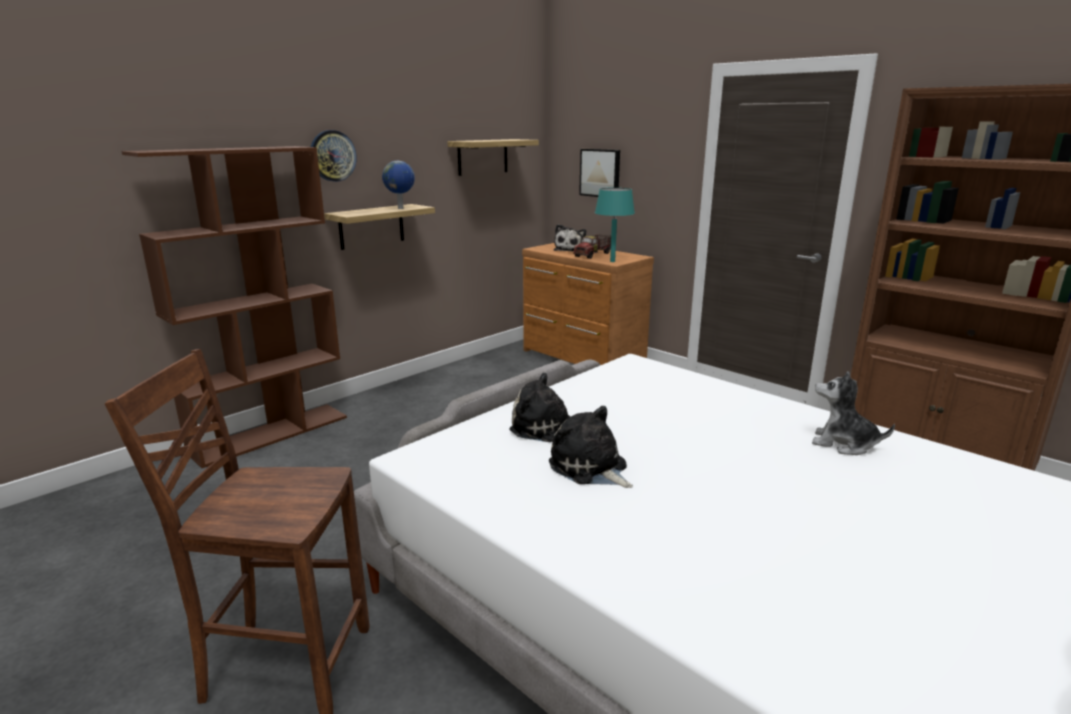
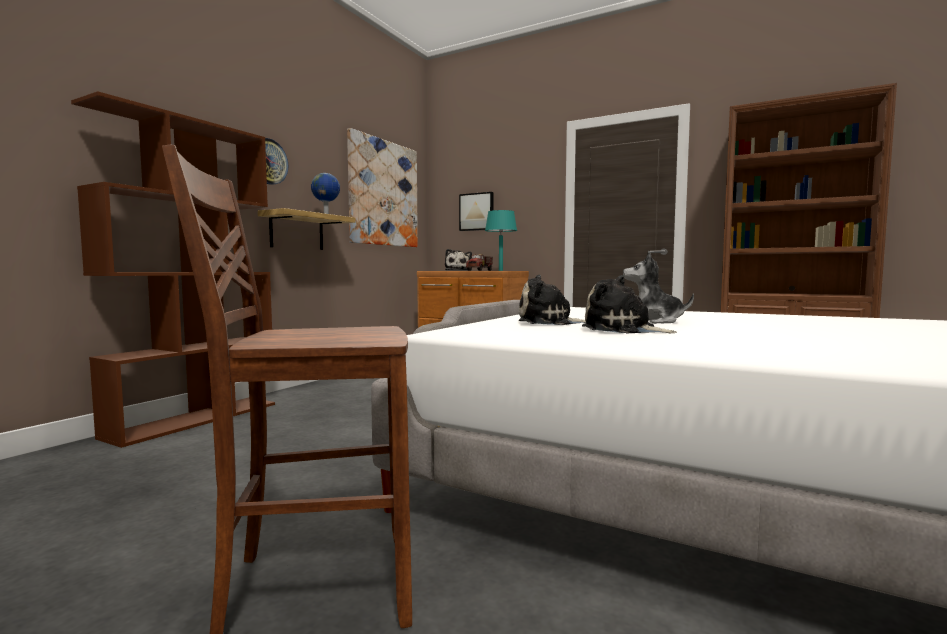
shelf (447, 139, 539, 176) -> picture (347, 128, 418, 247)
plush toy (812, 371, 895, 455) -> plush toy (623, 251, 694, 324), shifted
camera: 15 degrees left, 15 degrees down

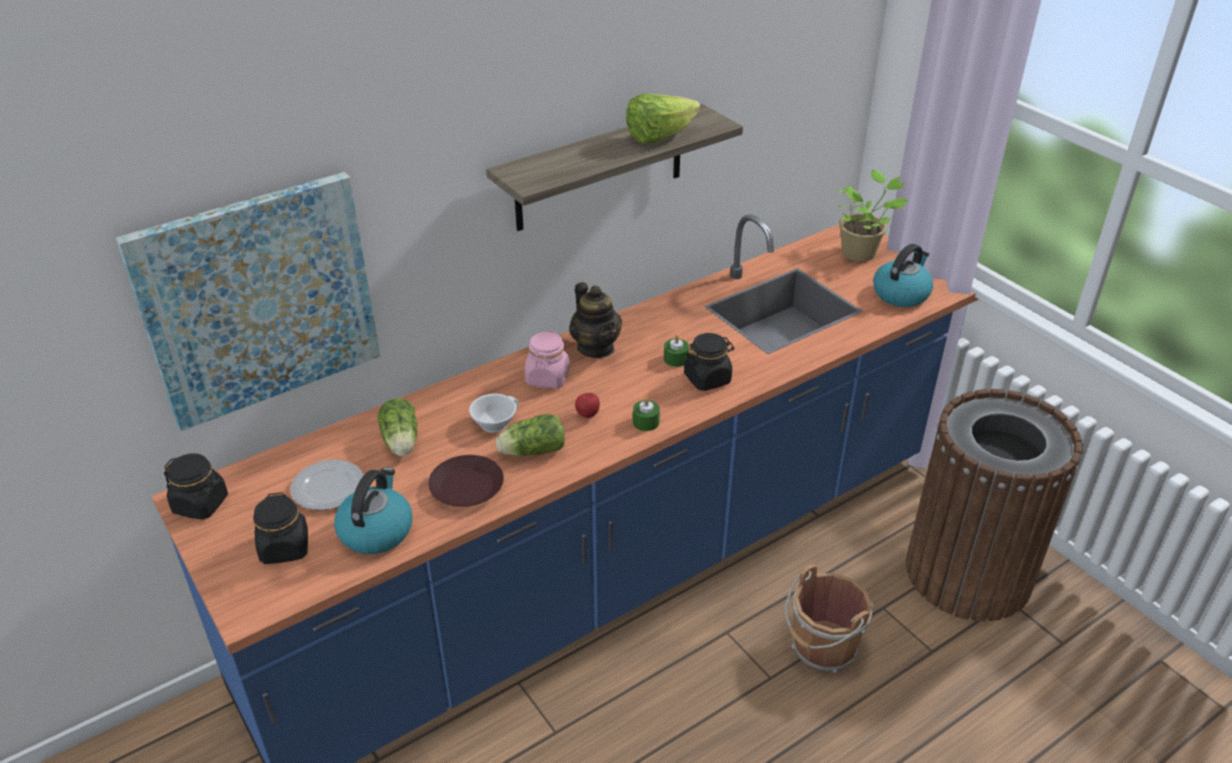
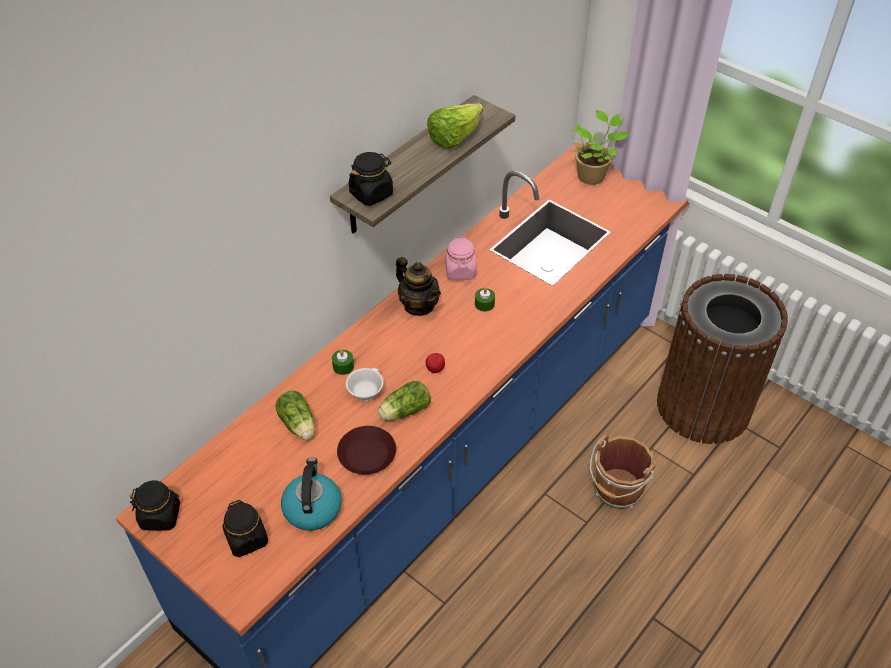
green candle (633, 397, 660, 431) -> green candle (332, 350, 354, 375), shifted
black jar (684, 333, 734, 391) -> black jar (349, 152, 393, 206), shifted
pink jar (525, 330, 570, 389) -> pink jar (445, 236, 476, 280), shifted
picture (115, 172, 380, 431) -> none
plate (290, 460, 364, 510) -> none
kettle (873, 244, 933, 307) -> none
camera: 15 degrees left, 10 degrees up

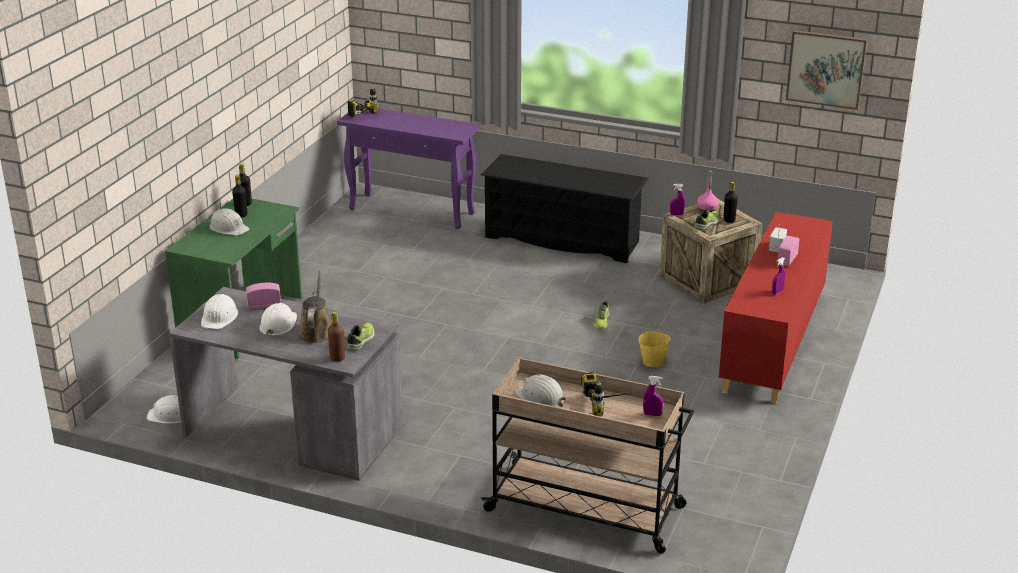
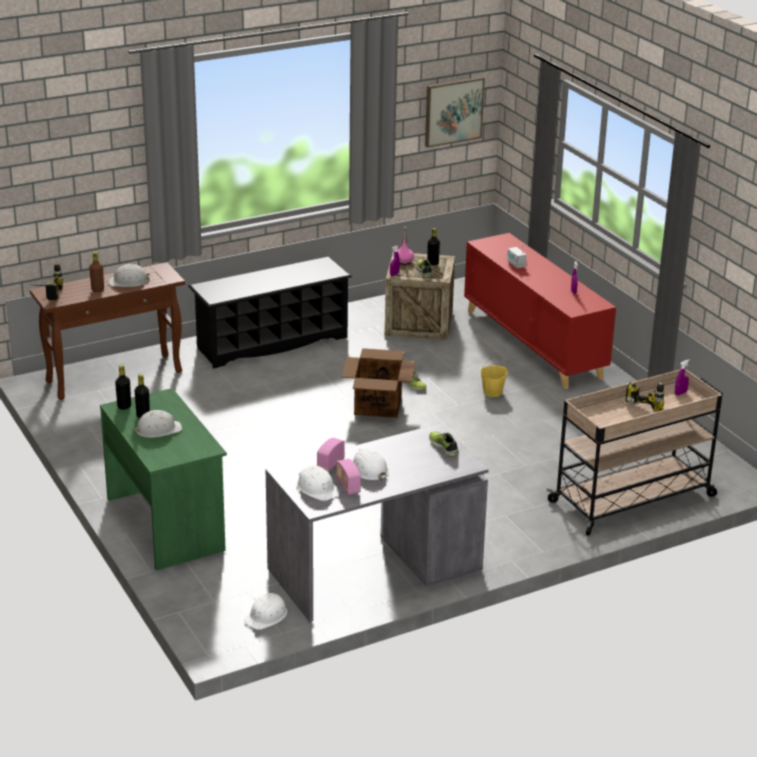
purple console table (337, 105, 481, 229) -> brown console table (30, 262, 185, 400)
brown bottle (328, 311, 345, 361) -> brown bottle (89, 252, 104, 292), shifted
white hard hat (514, 375, 566, 407) -> white hard hat (109, 264, 150, 287), shifted
radio (777, 236, 800, 266) -> radio (336, 459, 361, 495), shifted
none -> cardboard box (342, 348, 415, 418)
brown watering can (298, 270, 331, 343) -> none
camera: 50 degrees left, 0 degrees up

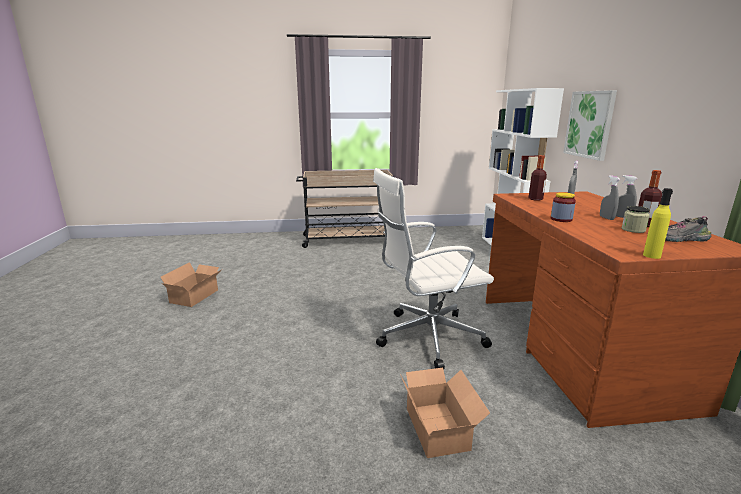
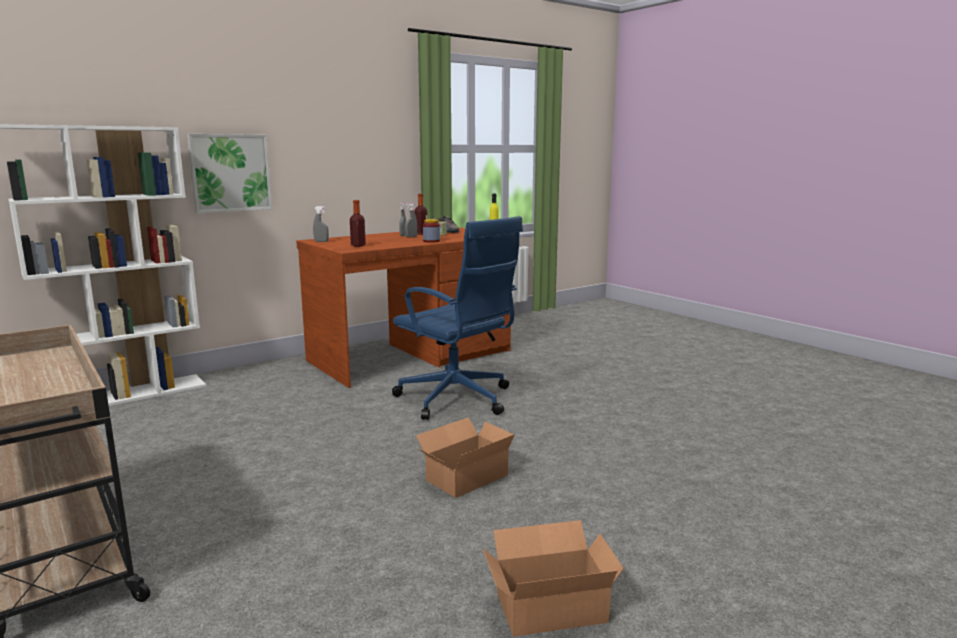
white office chair (373, 168, 494, 370) -> blue office chair (392, 216, 523, 420)
cardboard box (400, 368, 490, 458) -> cardboard box (416, 417, 515, 498), shifted
camera: 120 degrees left, 5 degrees down

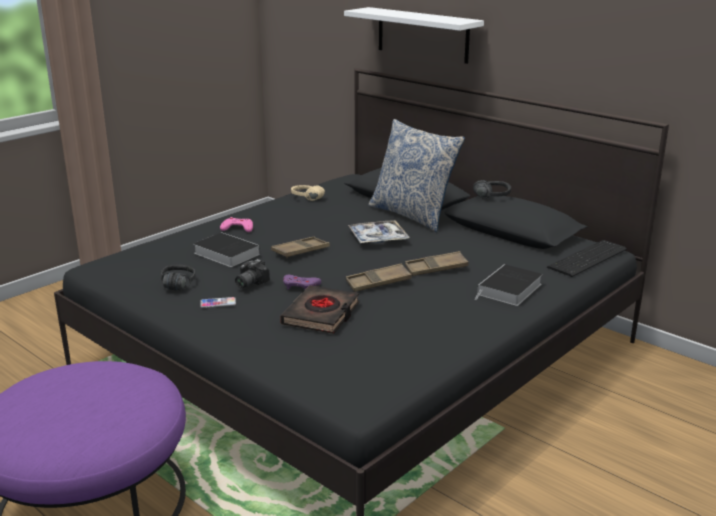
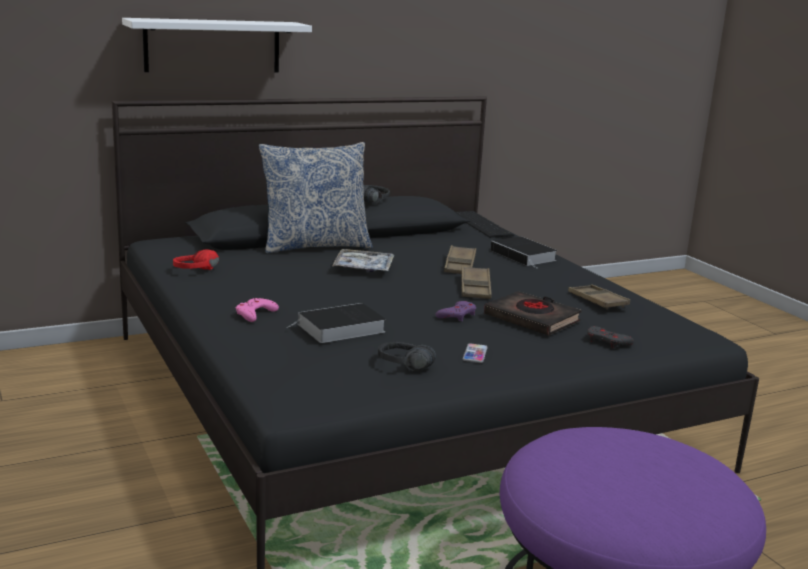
beige headphones (291, 185, 325, 201) -> red headphones (173, 250, 219, 270)
brown tray (271, 237, 330, 258) -> brown tray (568, 284, 630, 310), shifted
none -> grey game controller (587, 326, 634, 349)
photo camera (235, 259, 270, 288) -> none
camera: 70 degrees left, 5 degrees down

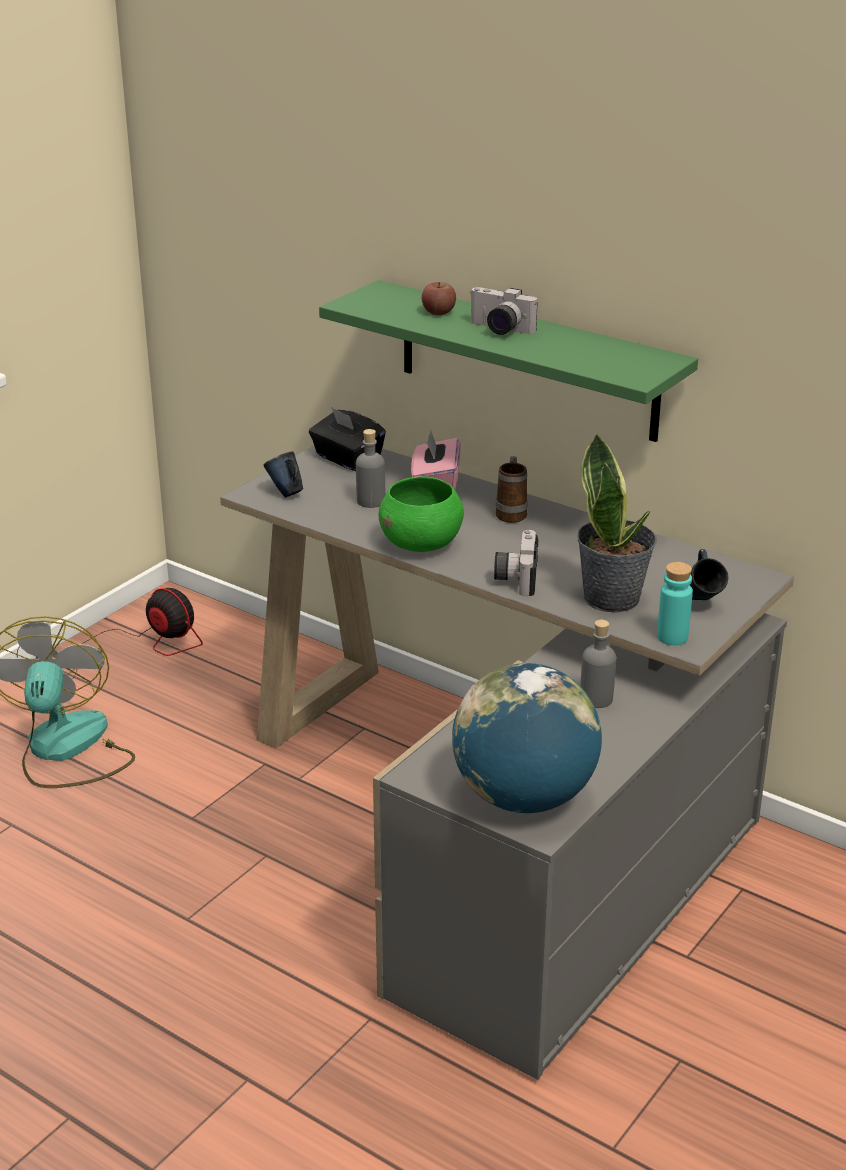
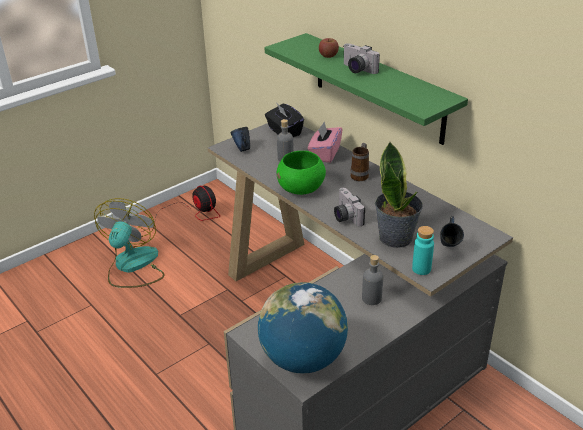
photo camera (494, 530, 538, 596) -> photo camera (334, 188, 365, 226), 45 degrees counterclockwise
camera: 15 degrees right, 5 degrees up

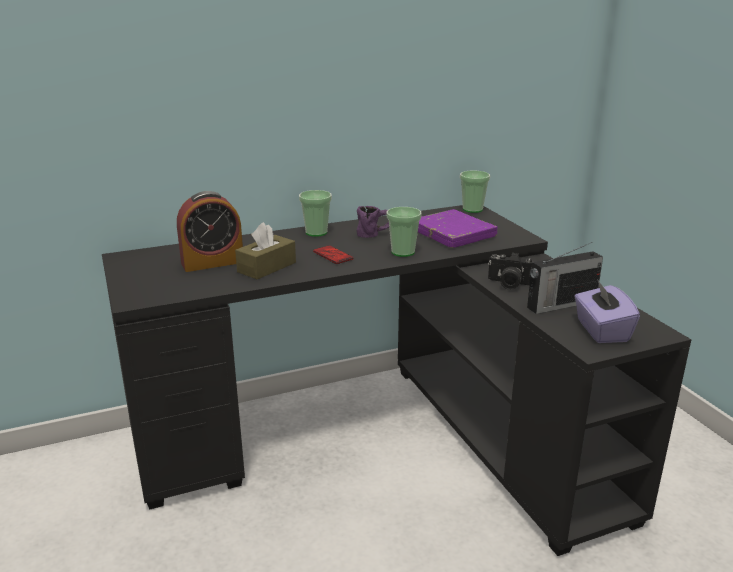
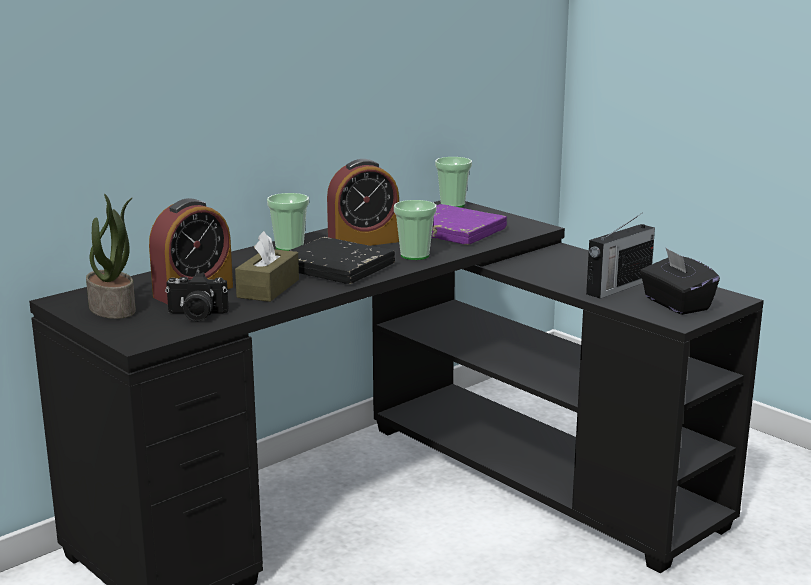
none -> potted plant (86, 194, 136, 319)
photo camera (488, 252, 535, 290) -> photo camera (165, 272, 229, 321), shifted
phone (313, 245, 354, 264) -> black book (289, 237, 395, 284)
purple mug (357, 206, 389, 238) -> alarm clock (327, 159, 399, 246)
purple tissue box (574, 280, 640, 343) -> black tissue box (640, 247, 720, 315)
camera: 20 degrees left, 5 degrees down

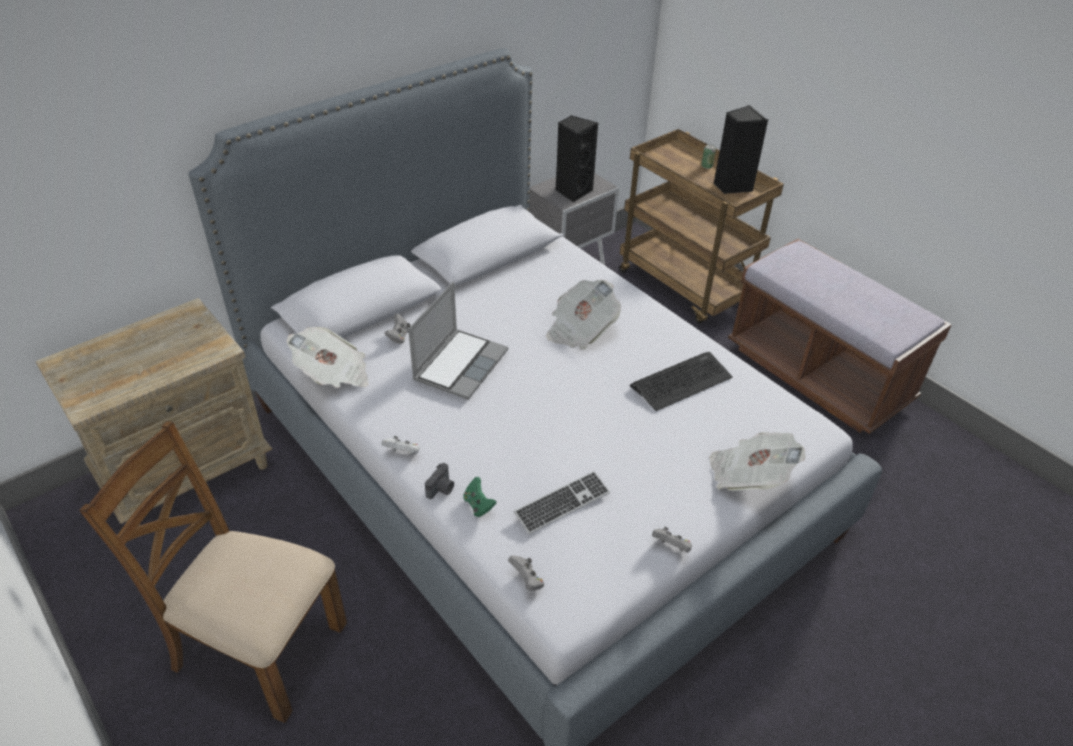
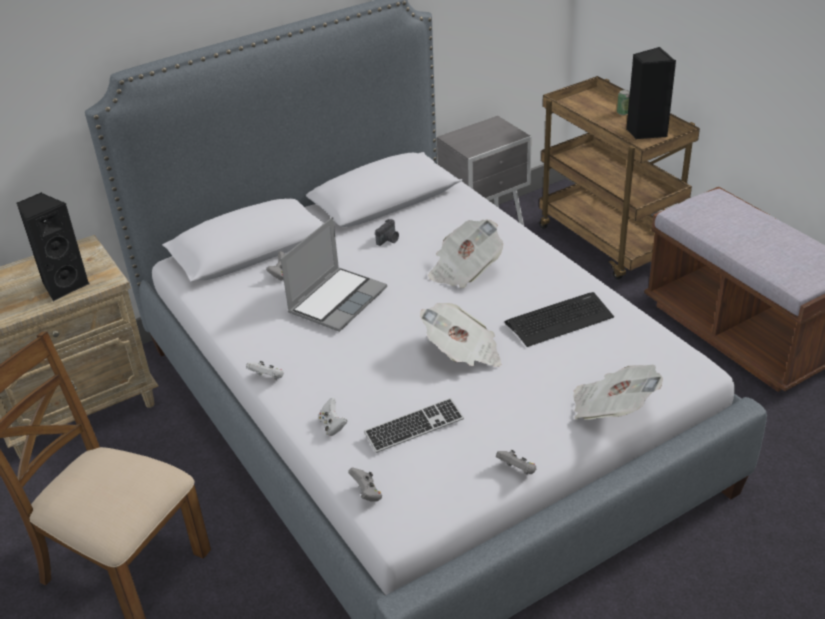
black speaker (555, 115, 598, 202) -> black speaker (16, 192, 90, 301), shifted
green game controller (463, 477, 496, 517) -> white game controller (318, 398, 347, 436)
photo camera (425, 463, 454, 499) -> photo camera (375, 219, 399, 246), shifted
newspaper (287, 327, 369, 388) -> newspaper (420, 303, 502, 367), shifted
camera: 10 degrees right, 5 degrees down

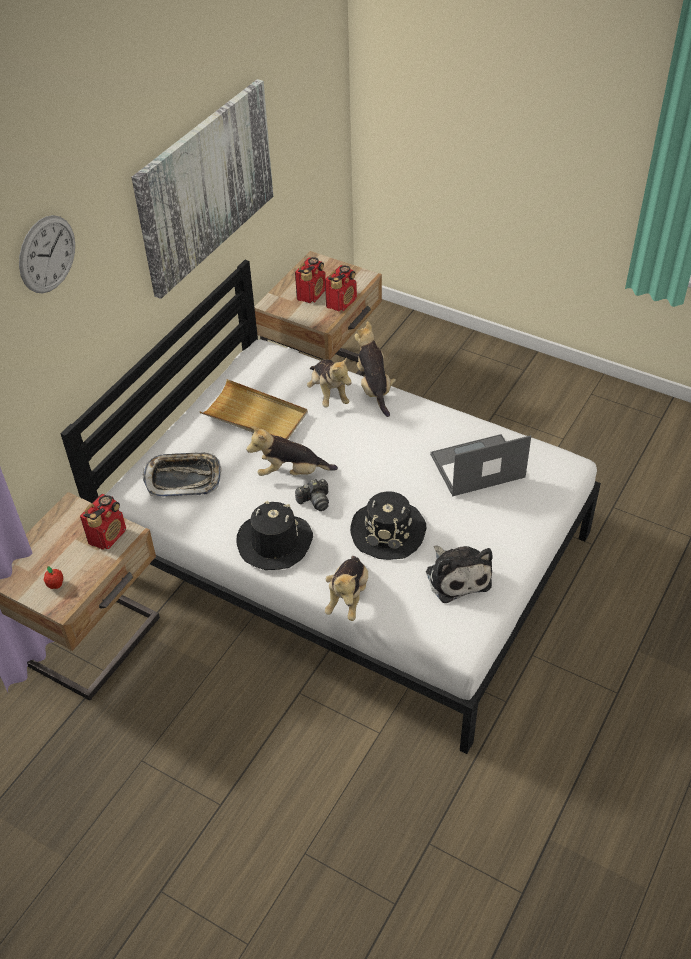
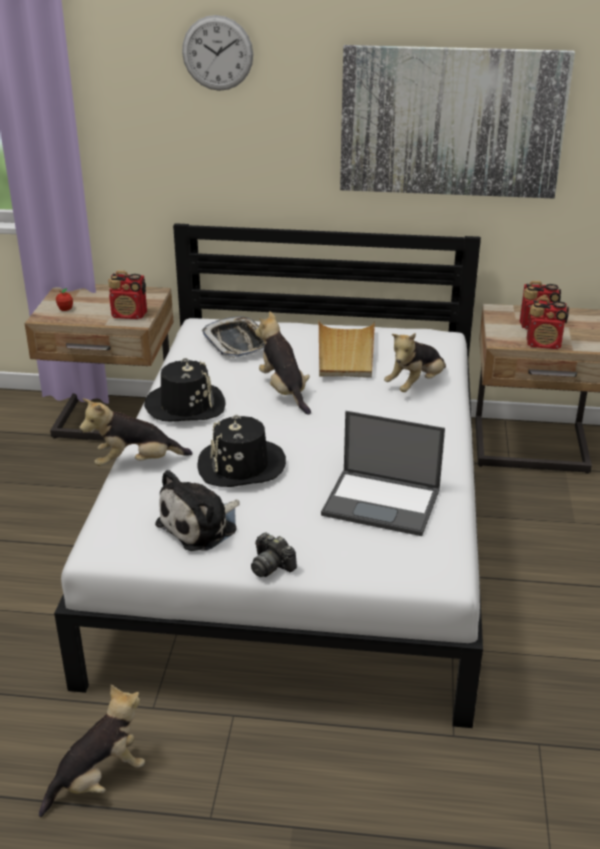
plush toy (354, 321, 396, 417) -> plush toy (39, 685, 145, 817), shifted
photo camera (295, 479, 329, 511) -> photo camera (251, 532, 297, 577), shifted
laptop (430, 434, 531, 496) -> laptop (321, 411, 445, 536), 150 degrees clockwise
camera: 65 degrees right, 15 degrees down

